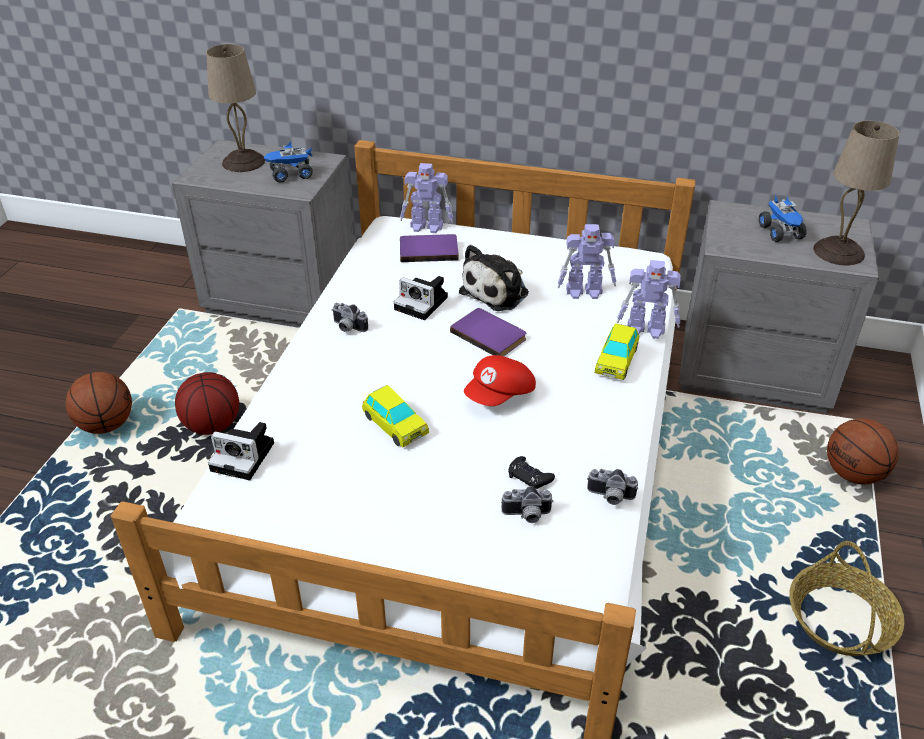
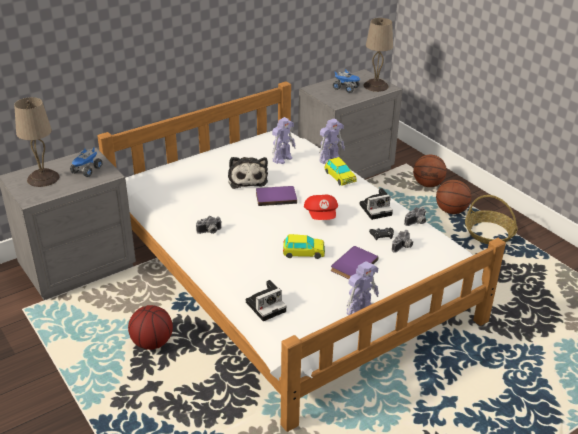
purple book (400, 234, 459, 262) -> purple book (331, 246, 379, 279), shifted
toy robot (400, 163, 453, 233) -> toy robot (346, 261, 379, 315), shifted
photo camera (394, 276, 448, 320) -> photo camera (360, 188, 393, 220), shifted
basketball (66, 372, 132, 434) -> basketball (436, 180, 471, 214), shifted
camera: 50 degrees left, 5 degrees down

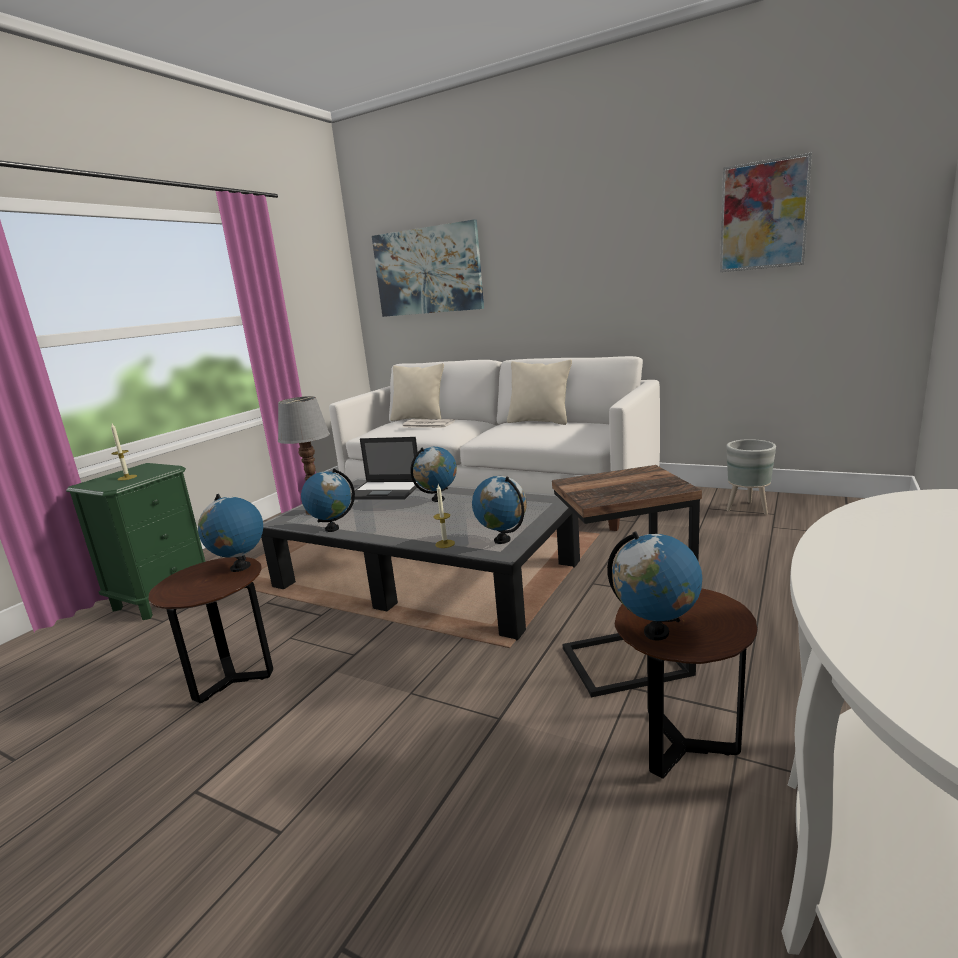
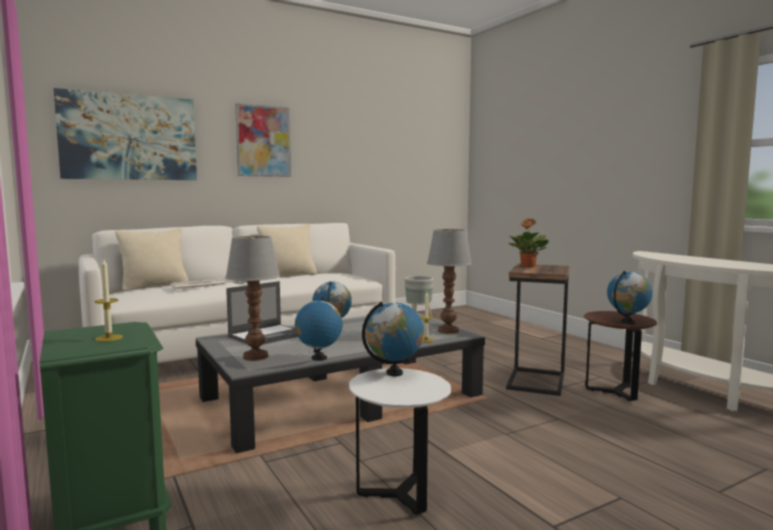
picture (720, 153, 812, 272) -> picture (235, 103, 291, 177), shifted
brown side table (148, 557, 273, 703) -> white side table (349, 368, 451, 515)
globe (472, 476, 527, 544) -> table lamp (427, 229, 472, 334)
none -> potted plant (509, 219, 549, 268)
camera: 60 degrees left, 10 degrees down

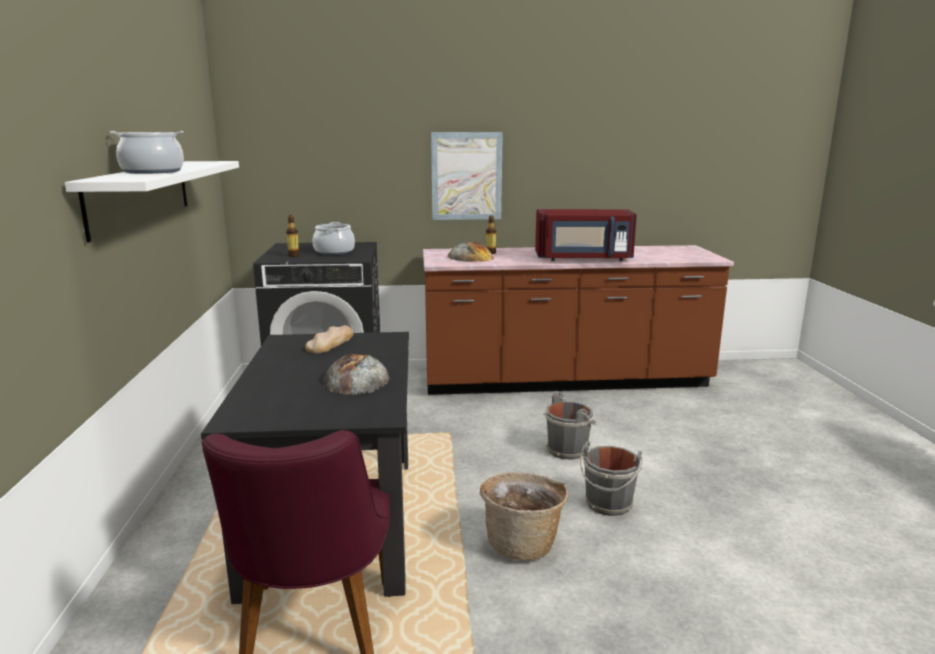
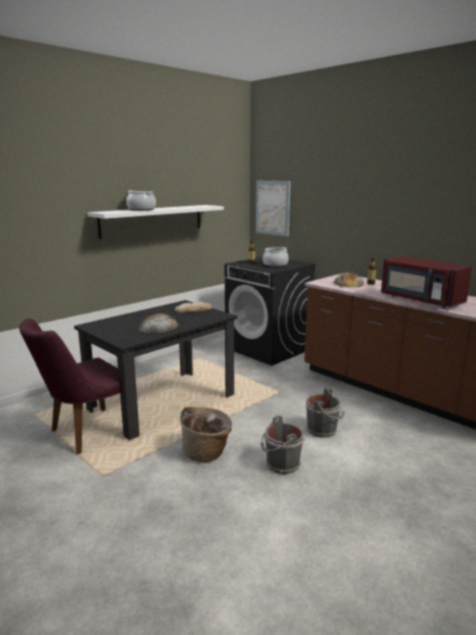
picture (431, 132, 503, 220) -> picture (256, 181, 291, 237), shifted
camera: 50 degrees right, 0 degrees up

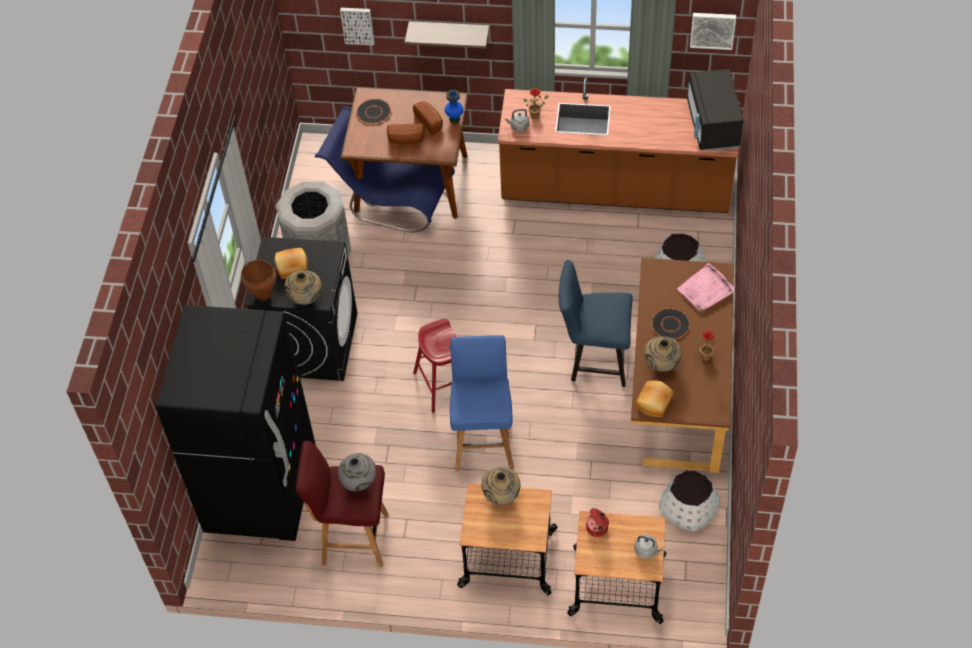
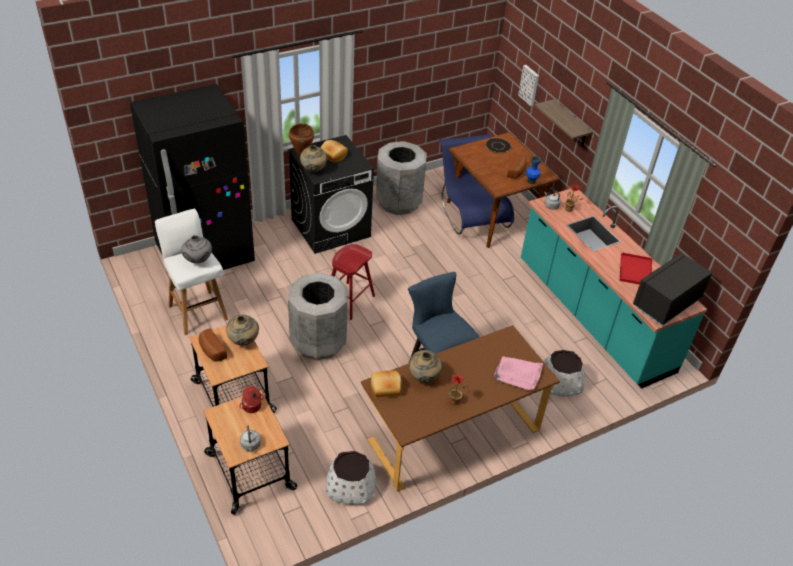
red stool (295, 441, 389, 567) -> white stool (155, 209, 228, 335)
bread (387, 124, 425, 144) -> bread (199, 328, 227, 362), shifted
blue stool (450, 335, 514, 472) -> grey trash can (288, 273, 348, 360)
brown counter (498, 78, 739, 213) -> turquoise counter (521, 189, 707, 389)
none -> red tray (620, 252, 652, 285)
black plate (651, 308, 690, 339) -> none
picture (690, 13, 736, 50) -> none
camera: 50 degrees right, 10 degrees down

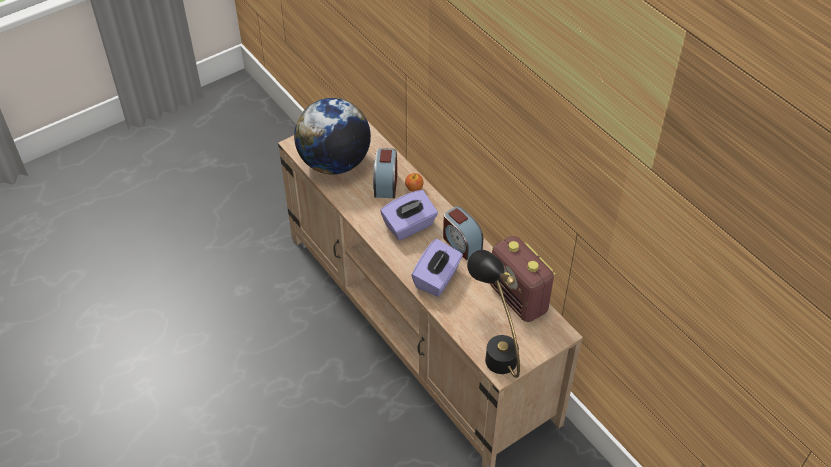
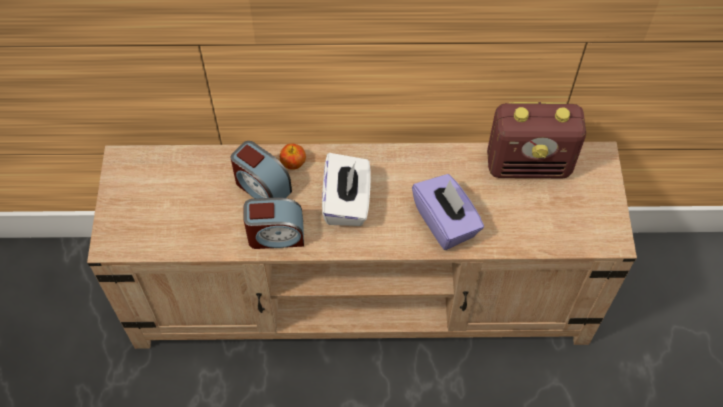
alarm clock (443, 206, 483, 260) -> alarm clock (244, 198, 304, 249), shifted
purple tissue box (380, 190, 438, 240) -> white tissue box (322, 153, 371, 226)
globe (294, 98, 371, 174) -> none
black table lamp (467, 250, 520, 378) -> none
camera: 55 degrees left, 10 degrees up

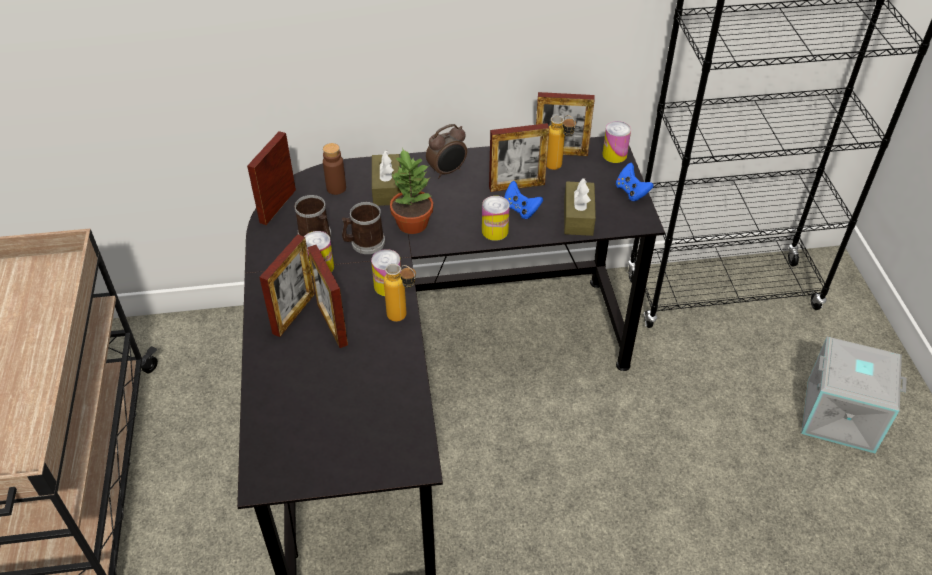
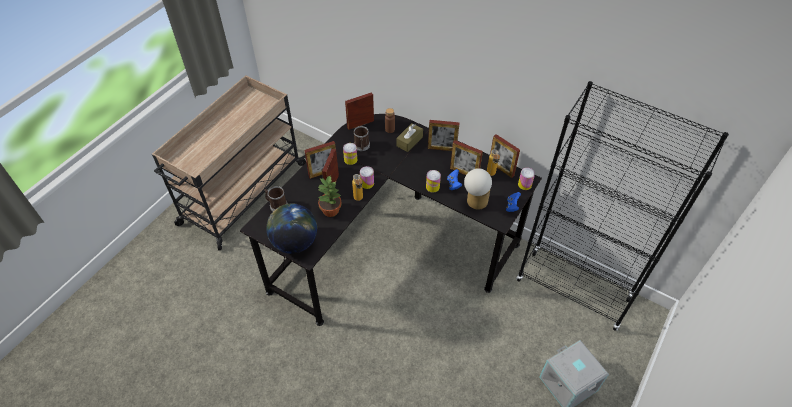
mug (342, 202, 385, 254) -> mug (264, 186, 288, 211), shifted
none -> globe (266, 203, 318, 254)
potted plant (390, 148, 433, 234) -> potted plant (318, 176, 342, 217), shifted
alarm clock (426, 124, 467, 178) -> picture frame (428, 120, 460, 151)
brown tissue box (564, 178, 596, 236) -> table lamp (464, 168, 492, 210)
camera: 40 degrees right, 5 degrees up

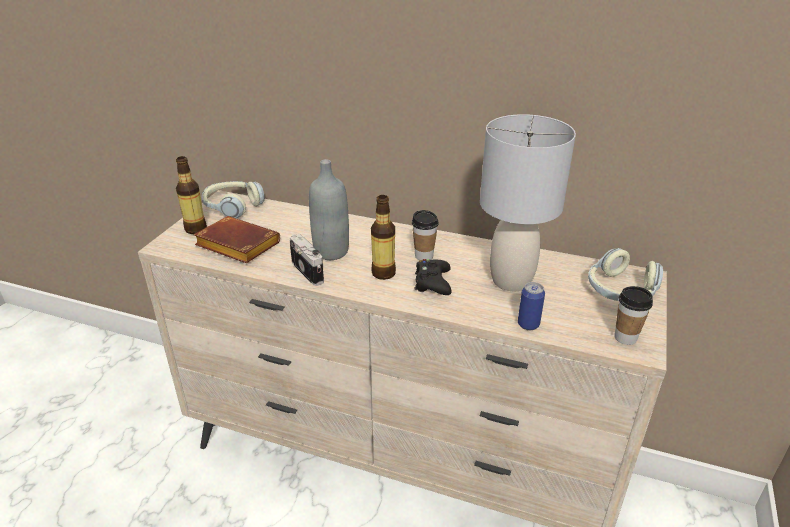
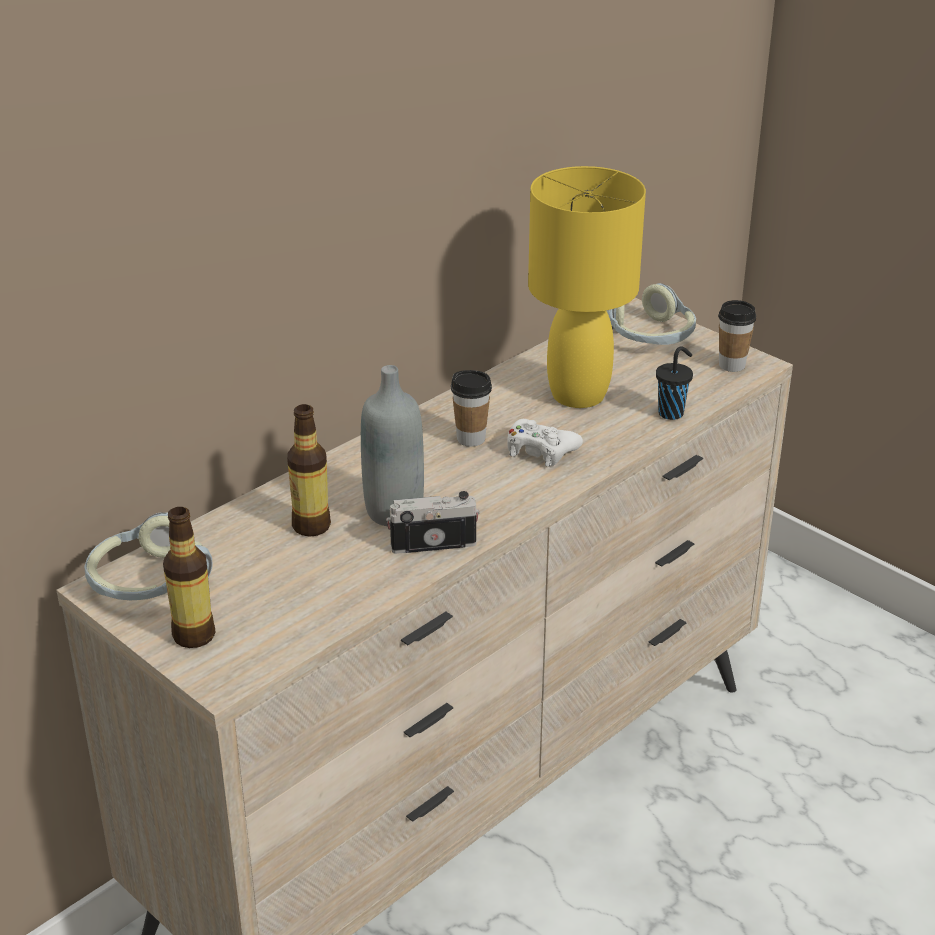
bottle (371, 195, 396, 280) -> bottle (287, 404, 331, 537), shifted
black game controller (414, 259, 452, 295) -> white game controller (507, 419, 583, 467)
grey table lamp (480, 114, 576, 291) -> yellow table lamp (528, 166, 646, 408)
can (518, 282, 545, 330) -> black cup (656, 346, 693, 420)
brown book (193, 216, 280, 263) -> none
camera: 65 degrees left, 0 degrees up

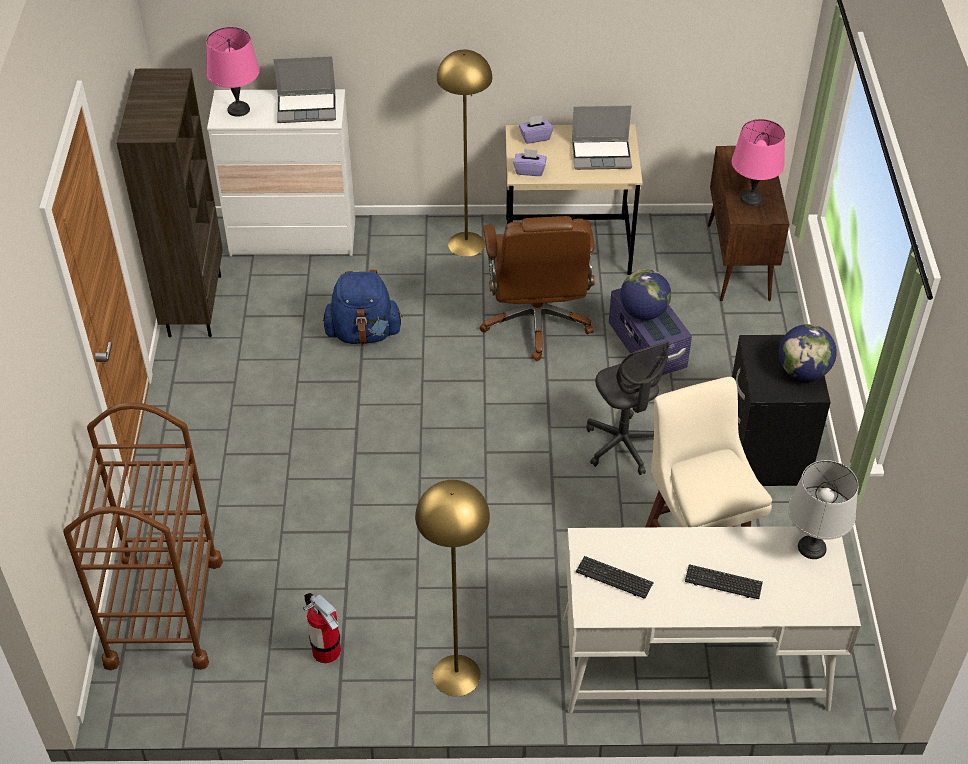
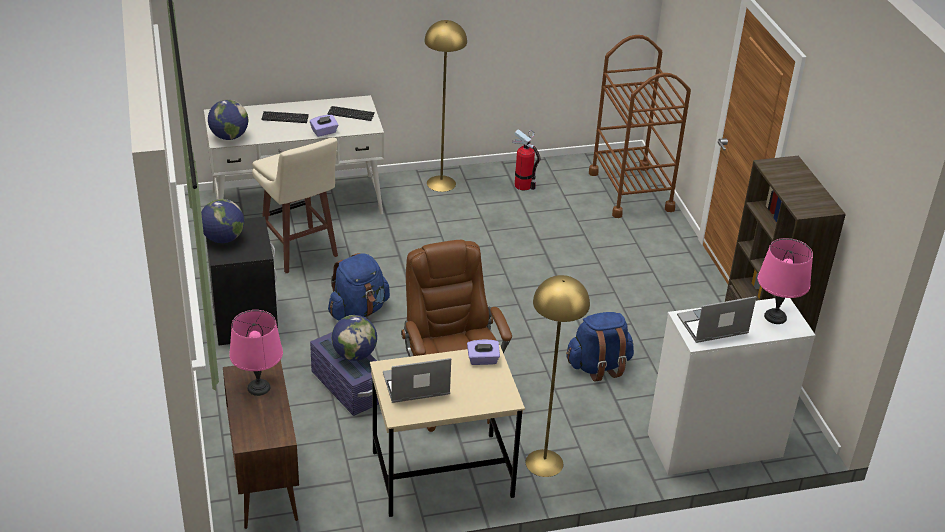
grey table lamp (788, 460, 858, 559) -> globe (208, 100, 248, 140)
purple tissue box (519, 115, 553, 144) -> purple tissue box (310, 115, 338, 137), shifted
grey office chair (586, 341, 669, 475) -> blue backpack (328, 253, 390, 321)
camera: 165 degrees right, 10 degrees down

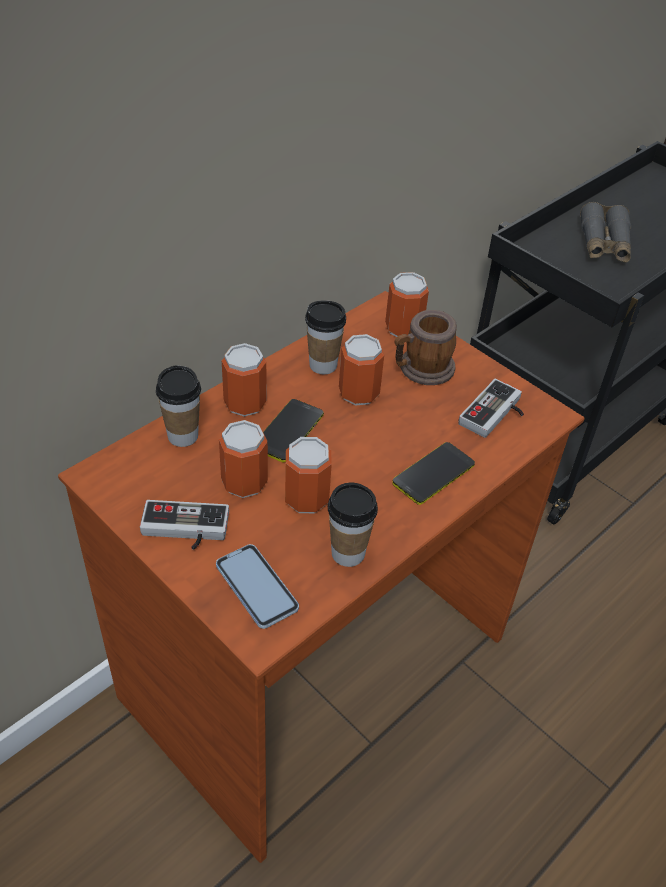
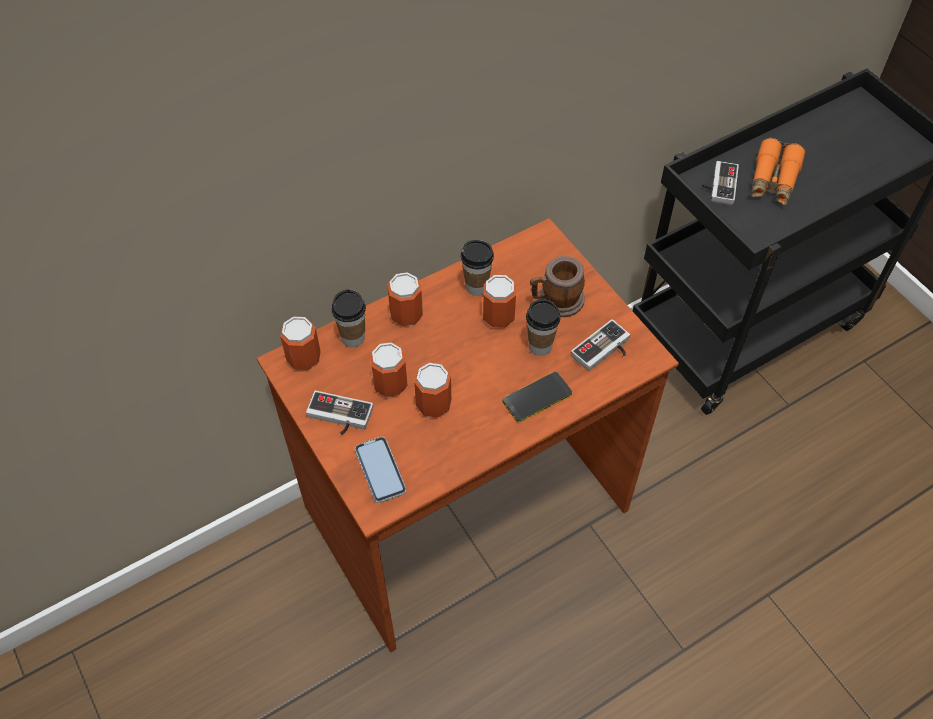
can (385, 272, 429, 337) -> can (280, 316, 321, 370), shifted
cup (328, 483, 378, 567) -> cup (526, 299, 560, 356), shifted
none -> game controller (702, 161, 739, 205)
grey binoculars (580, 202, 631, 263) -> orange binoculars (751, 138, 806, 205)
phone (263, 399, 324, 463) -> none
camera: 15 degrees right, 10 degrees up

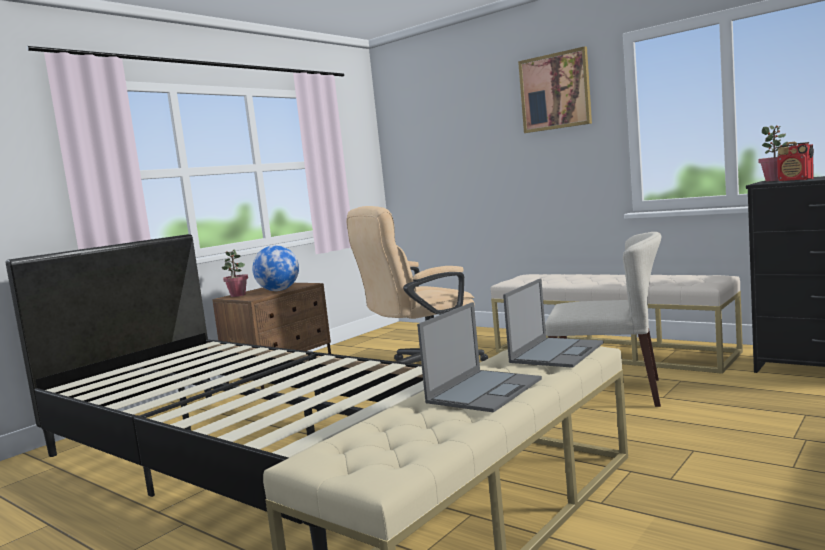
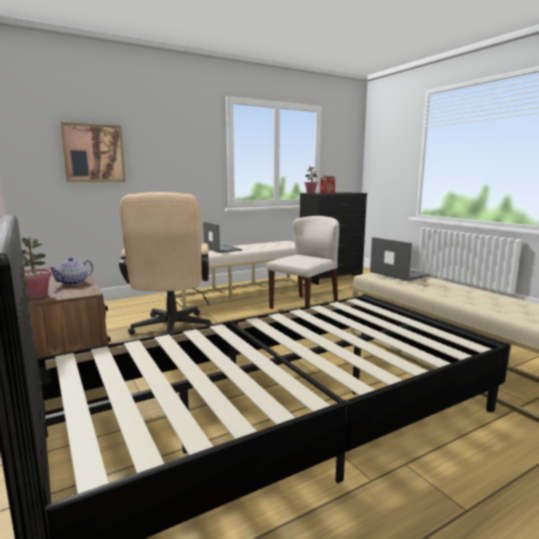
globe (252, 245, 299, 291) -> teapot (49, 257, 93, 286)
picture (518, 46, 592, 133) -> picture (60, 122, 126, 182), shifted
laptop (417, 302, 542, 413) -> laptop (203, 222, 242, 253), shifted
camera: 70 degrees left, 5 degrees up

